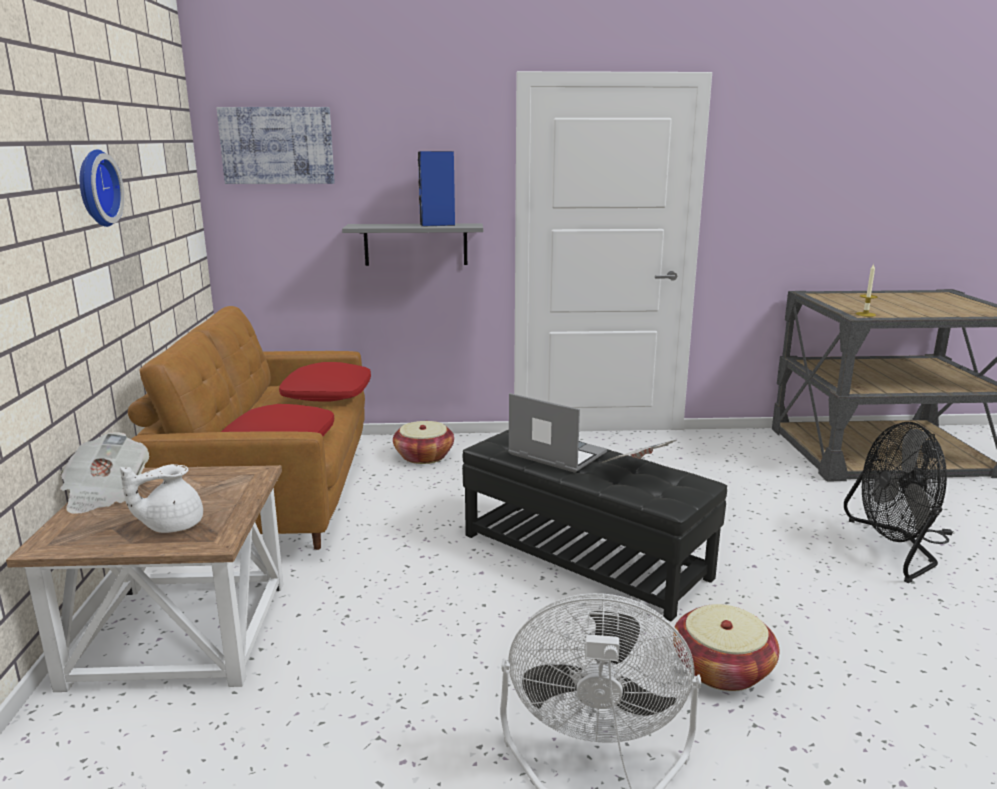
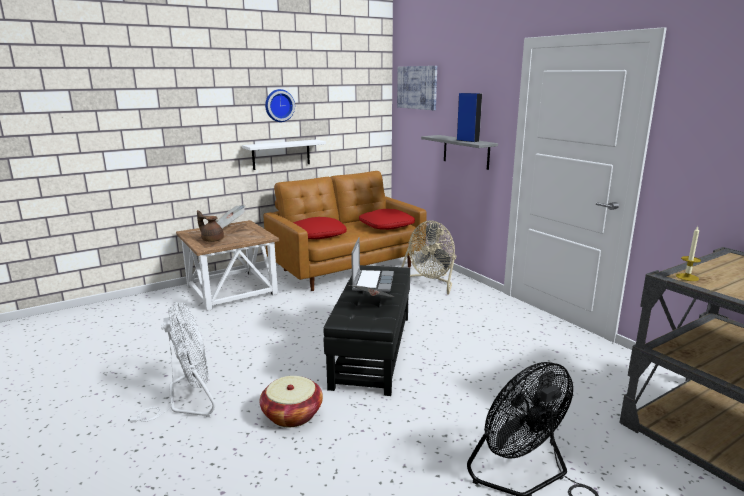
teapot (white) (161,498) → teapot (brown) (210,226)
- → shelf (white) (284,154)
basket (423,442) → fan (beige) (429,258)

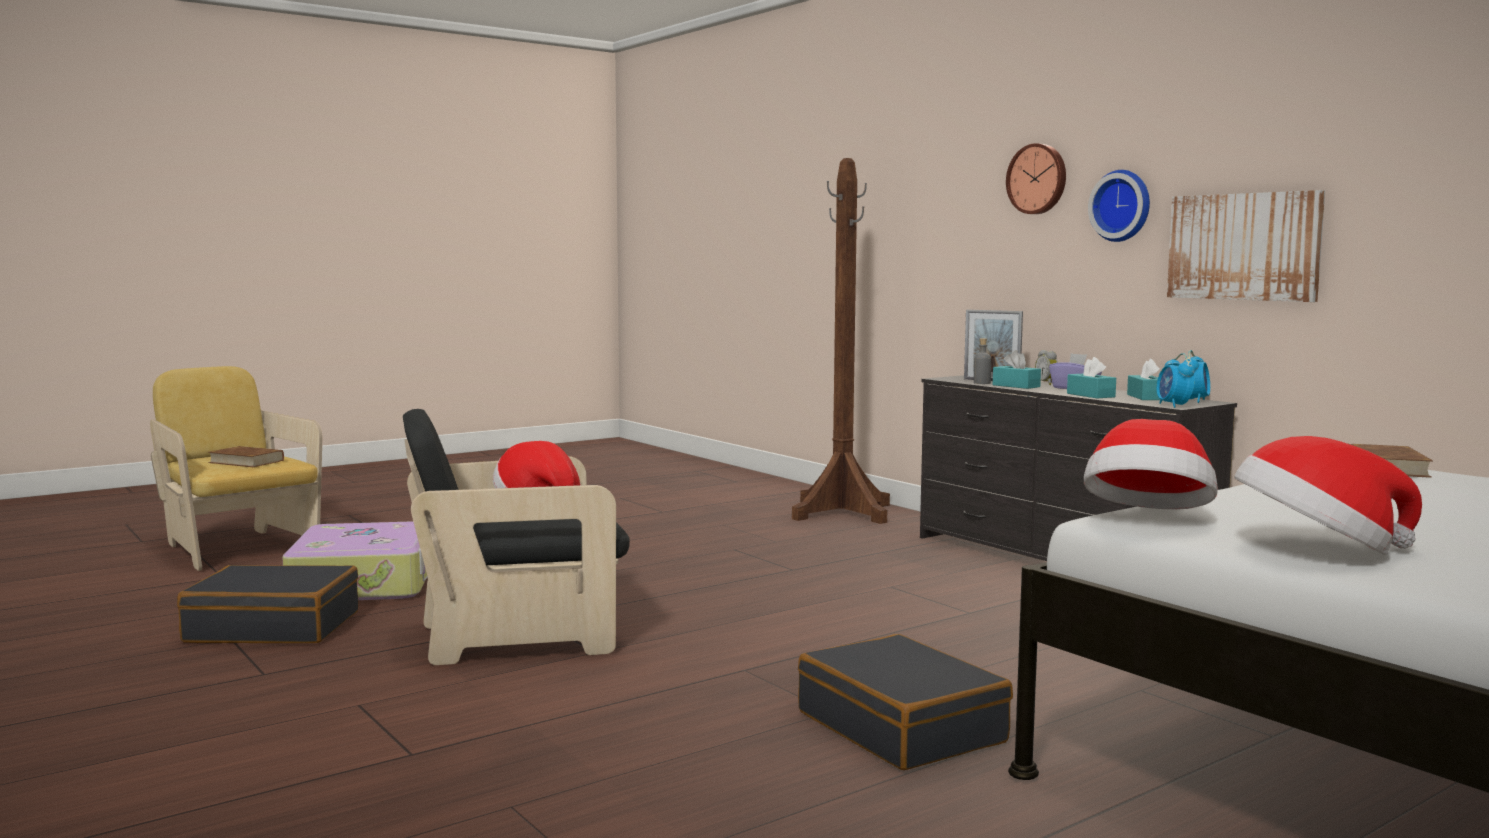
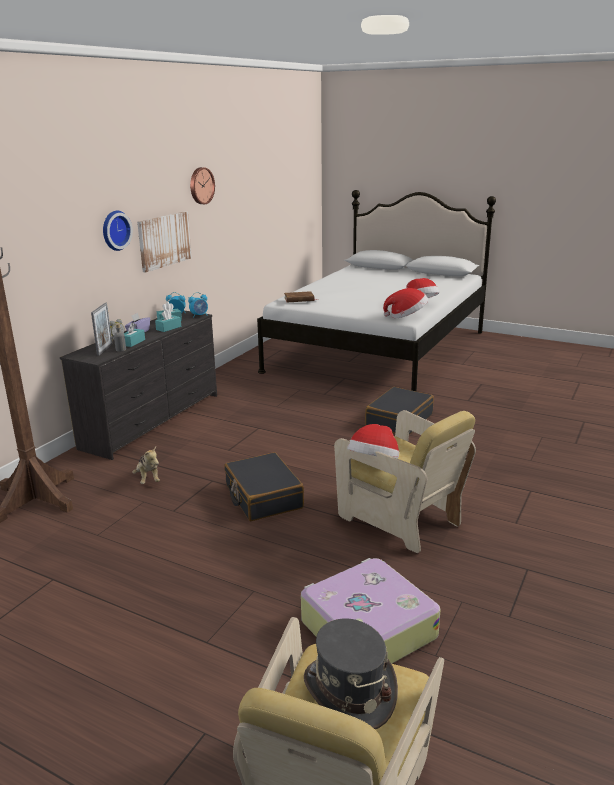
- → plush toy (146,465)
wall clock (1036,178) → wall clock (202,185), shifted
suitcase (black) (267,604) → suitcase (black) (264,486), shifted
book (brown) (246,456) → hat (grey) (351,673)
armchair (black) (516,537) → armchair (yellow) (405,481)

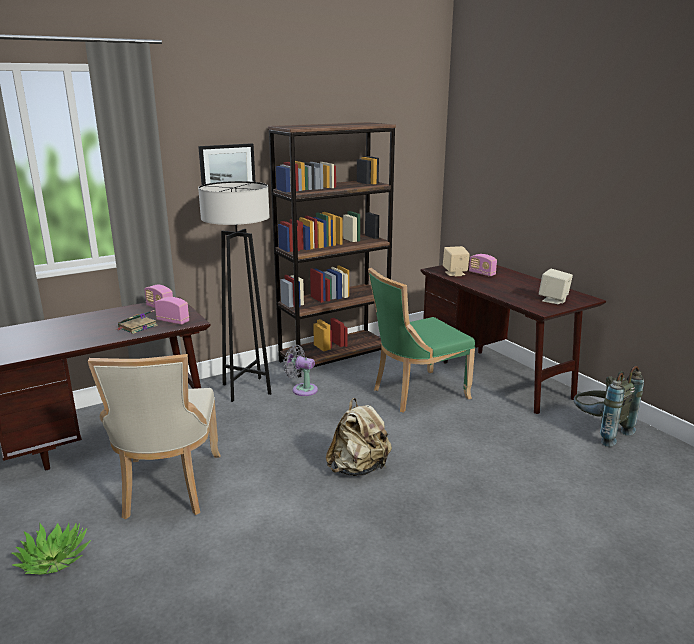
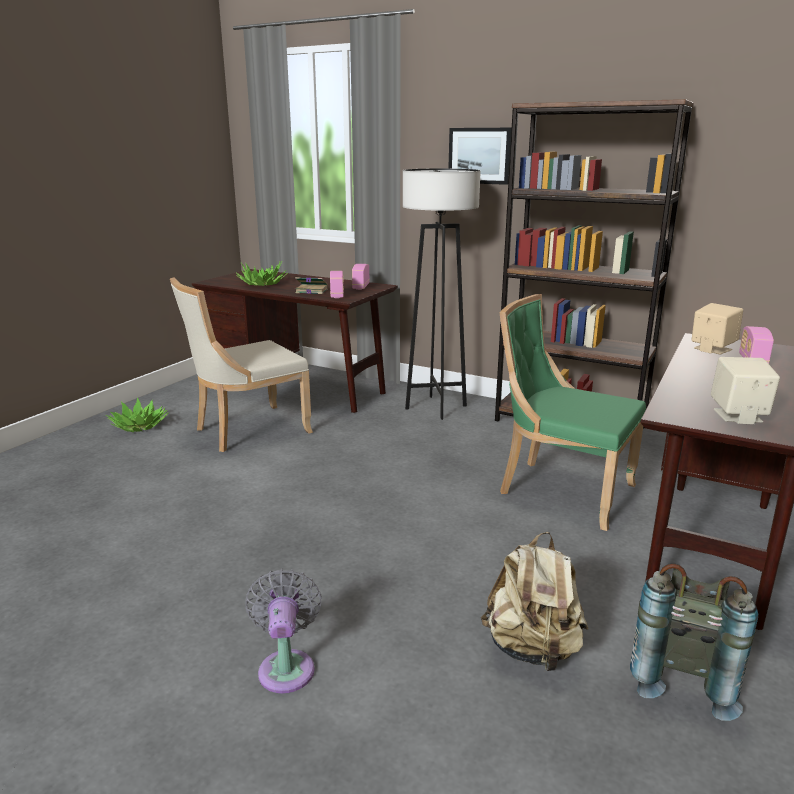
- → potted plant (262,274)
fan (grey) (301,370) → fan (grey) (283,631), shifted
backpack (beige) (359,437) → backpack (beige) (534,602), shifted

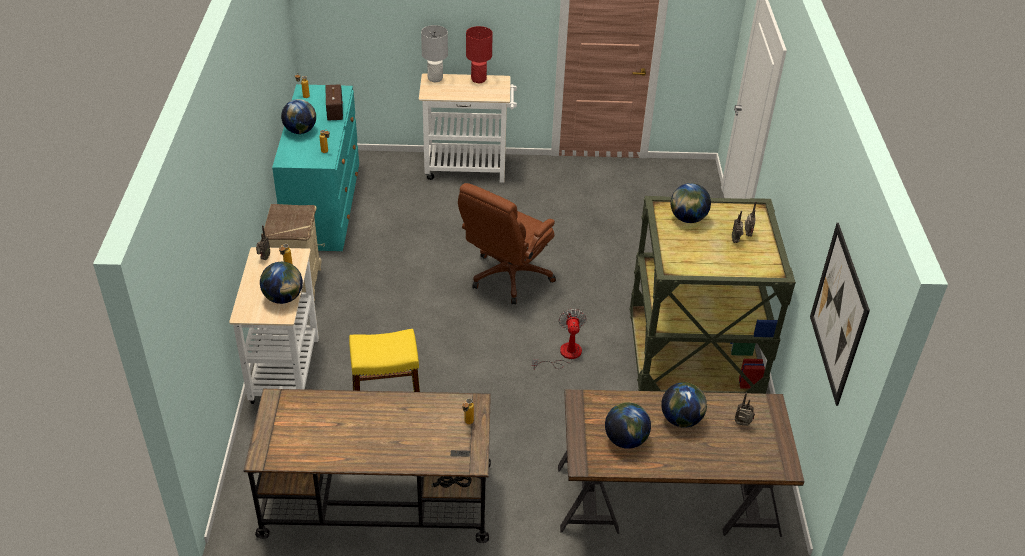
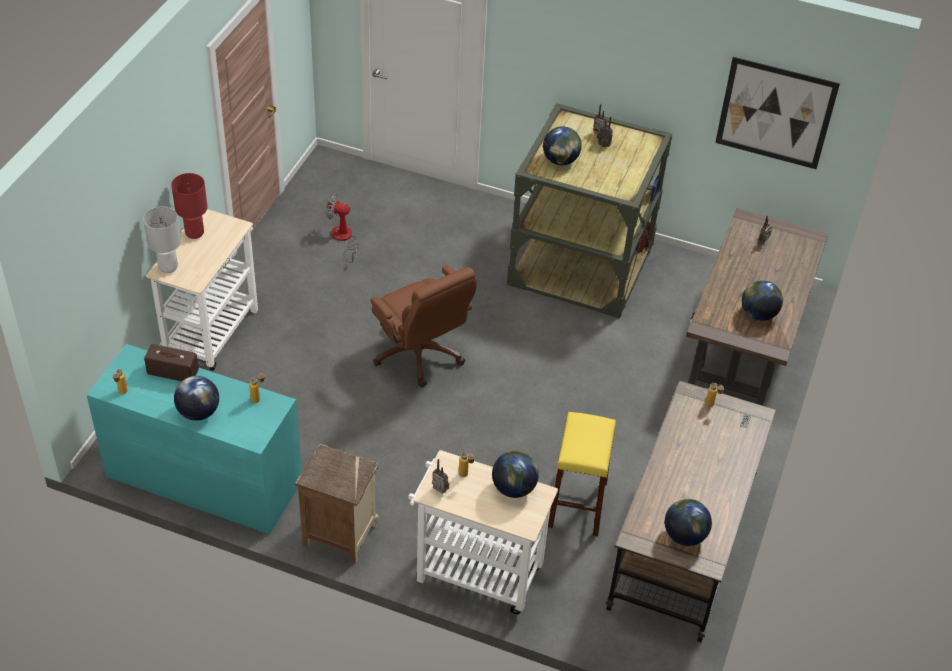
fan (559,339) → fan (342,228), shifted
globe (684,405) → globe (688,522), shifted

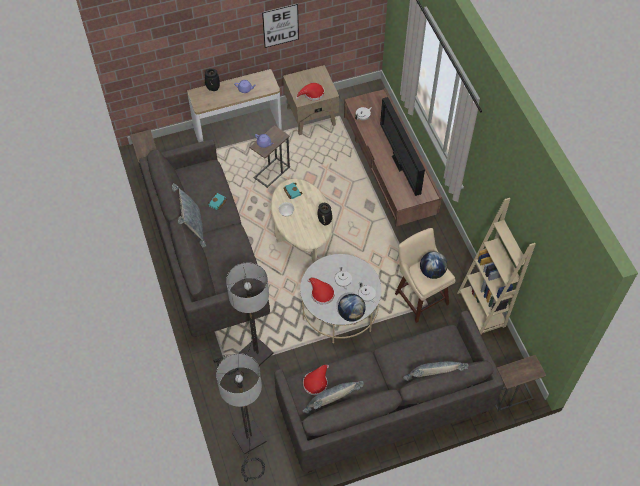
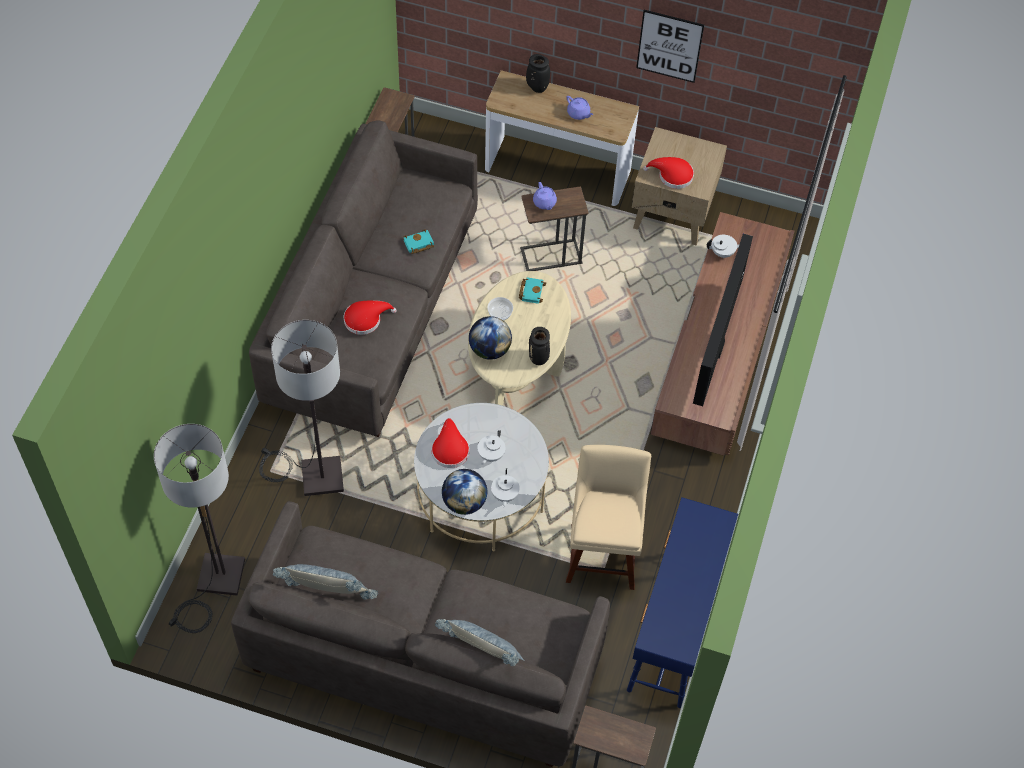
hat (red) (316,380) → hat (red) (370,317), shifted
globe (434,265) → globe (490,338), shifted
bookcase (beige) (496,266) → console table (blue) (682,602)
pillow (189,215) → -

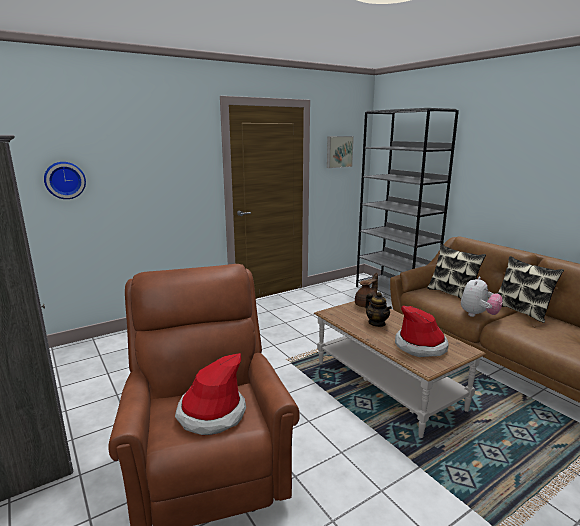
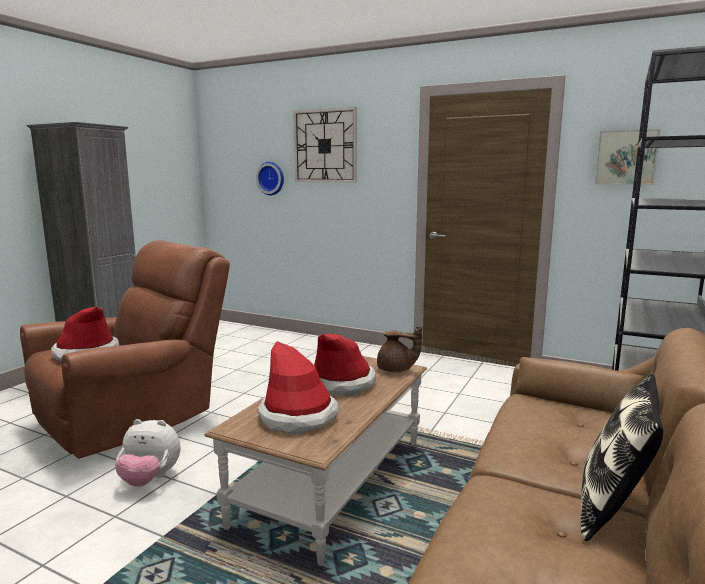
plush toy (482,297) → plush toy (147,453), shifted
- → wall clock (325,145)
teapot (378,309) → hat (345,365)
pillow (456,271) → -

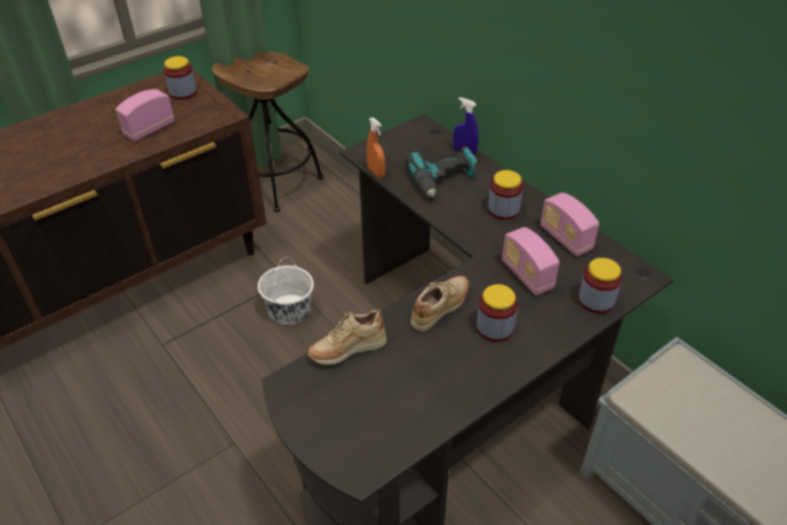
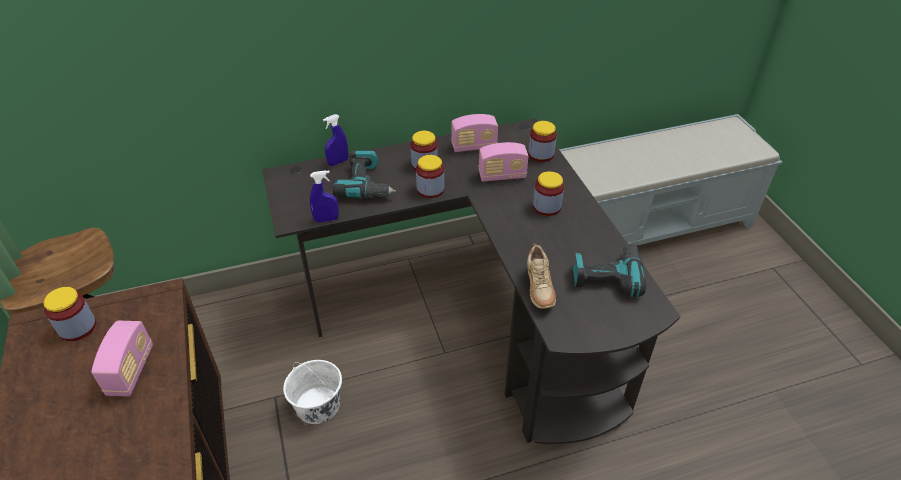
radio (145,115) → radio (122,358), 150 degrees counterclockwise
spray bottle (orange) (376,147) → spray bottle (blue) (324,196)
- → jar (430,176)
- → power drill (609,270)
shoe (beige) (439,304) → -

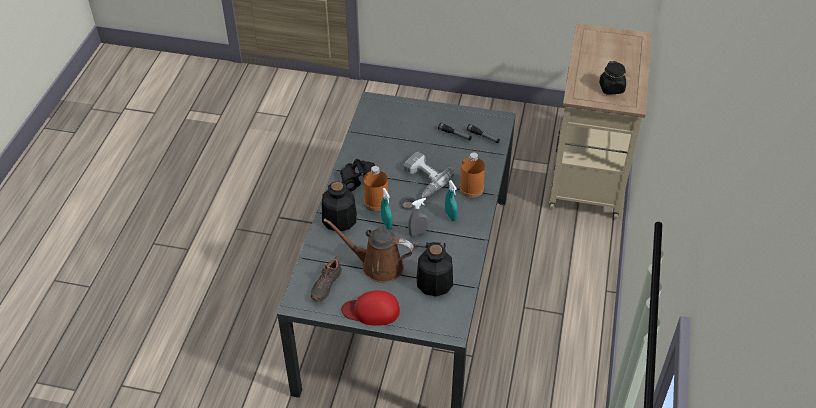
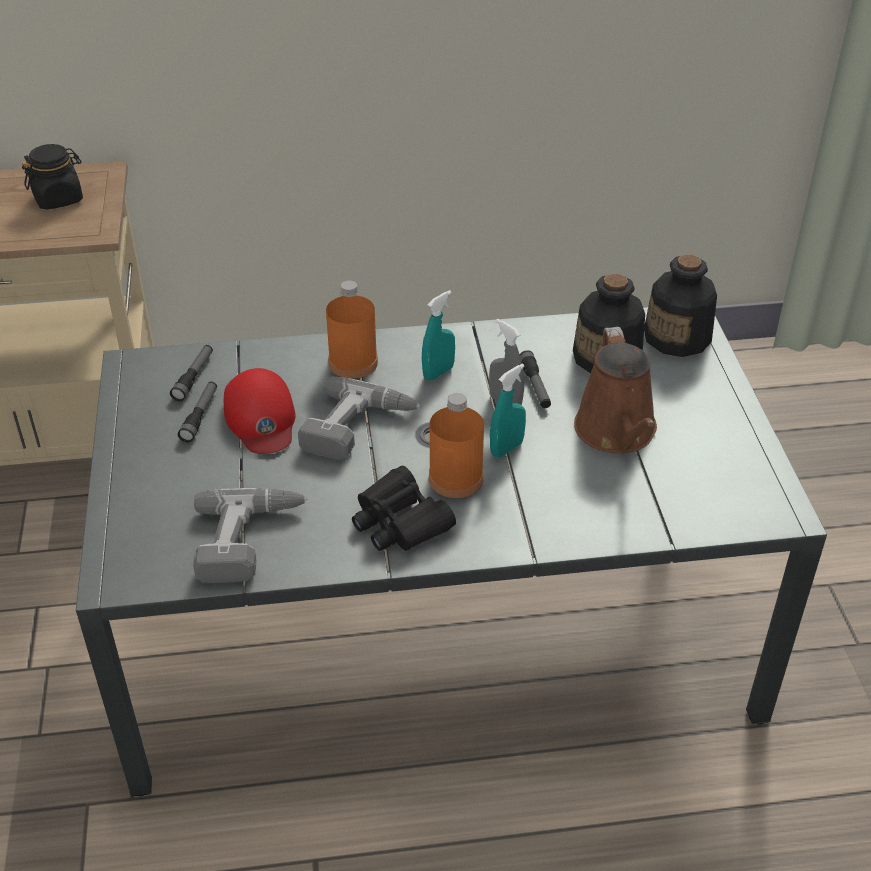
- → power drill (250,535)
cap (red) (370,308) → cap (red) (260,411), shifted
bottle (339,206) → bottle (680,305), shifted
shoe (black) (326,278) → -

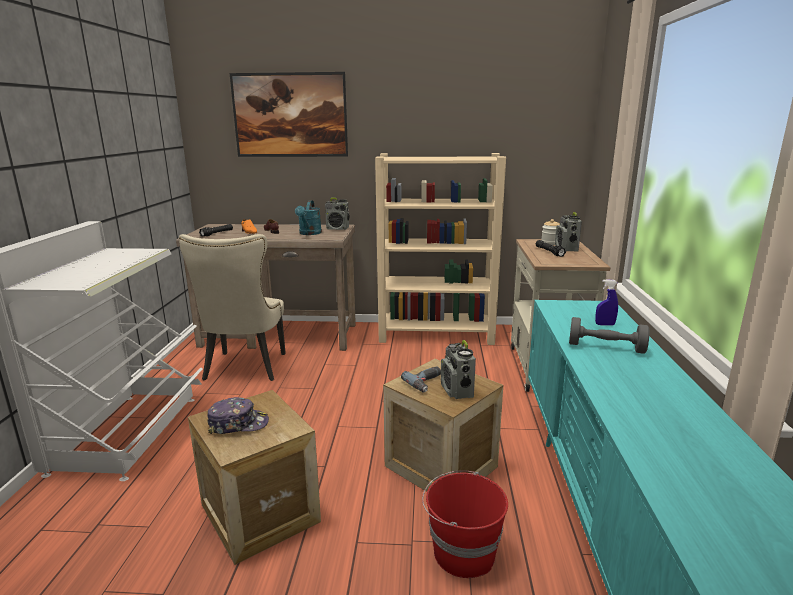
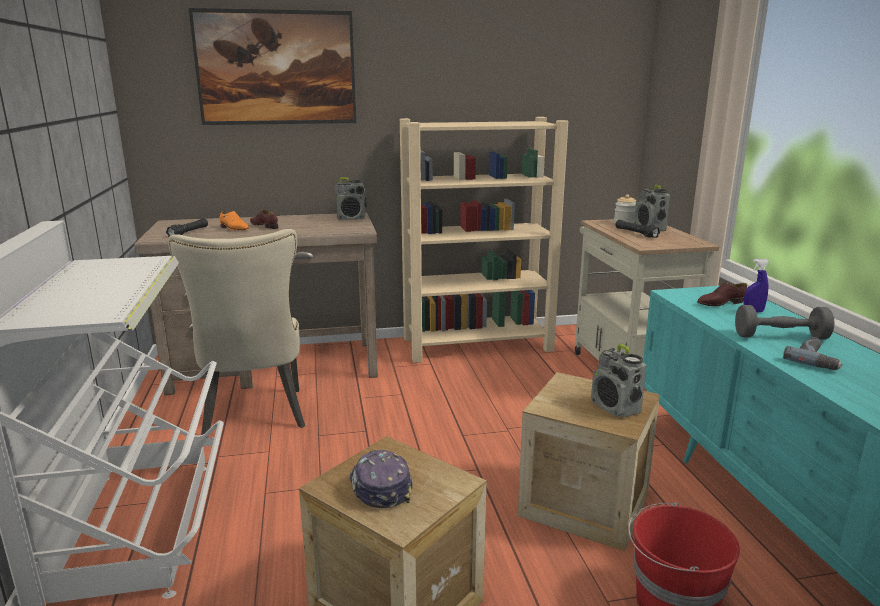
cap (238,415) → cap (381,479), 90 degrees counterclockwise
- → shoe (brown) (722,294)
power drill (421,379) → power drill (813,353), shifted
watering can (turquoise) (308,217) → -

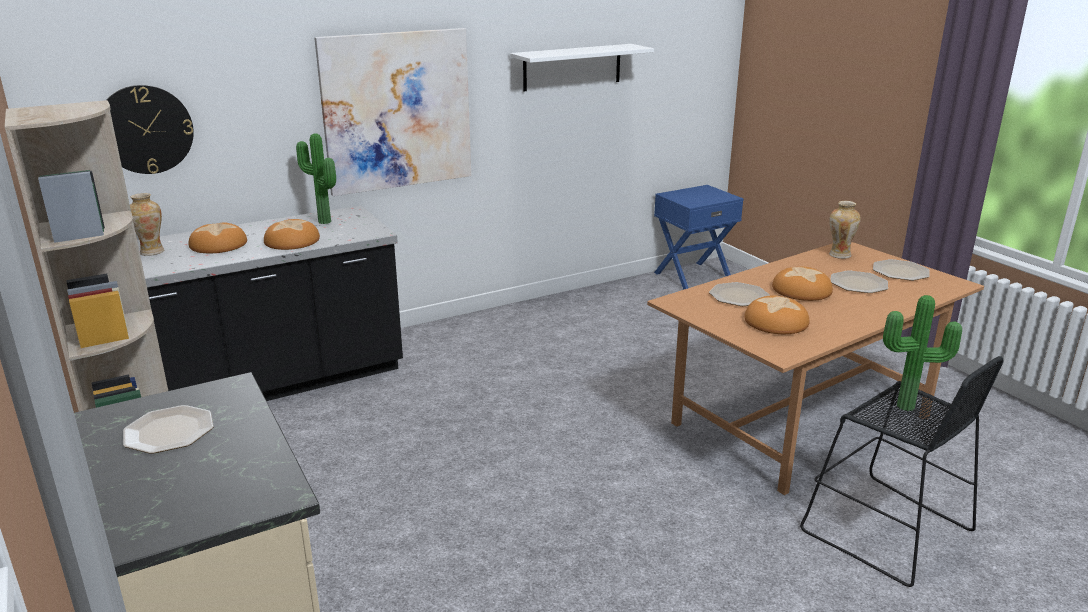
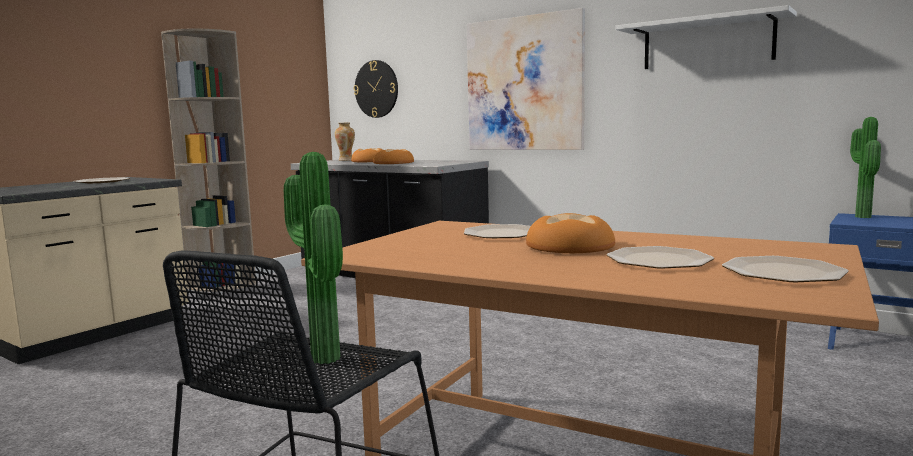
potted plant (316,178) → potted plant (865,167), shifted
bread (776,314) → -
vase (845,230) → -

